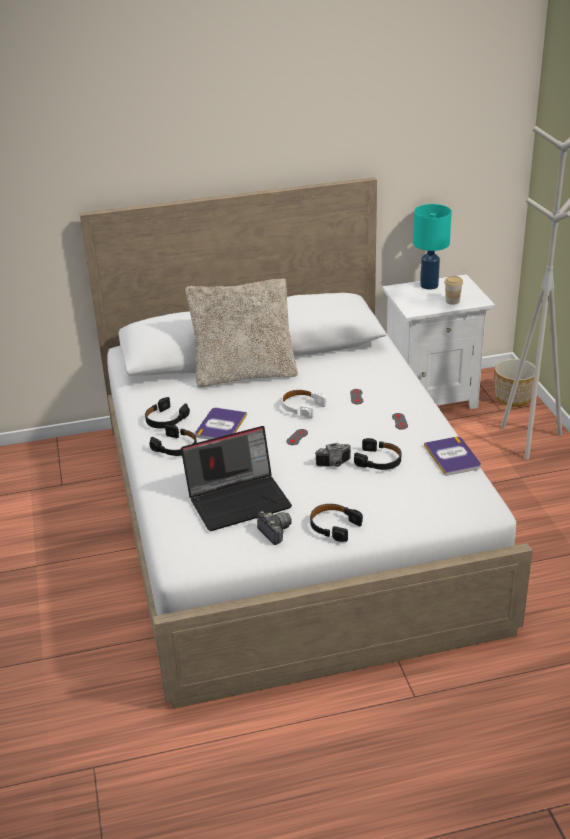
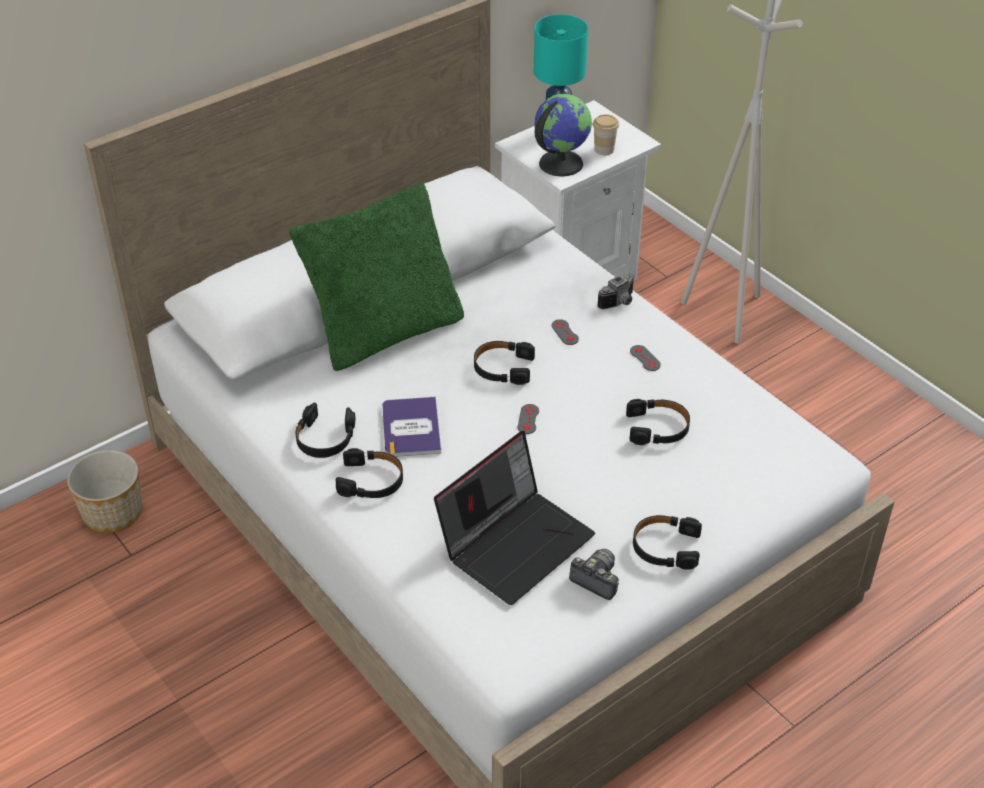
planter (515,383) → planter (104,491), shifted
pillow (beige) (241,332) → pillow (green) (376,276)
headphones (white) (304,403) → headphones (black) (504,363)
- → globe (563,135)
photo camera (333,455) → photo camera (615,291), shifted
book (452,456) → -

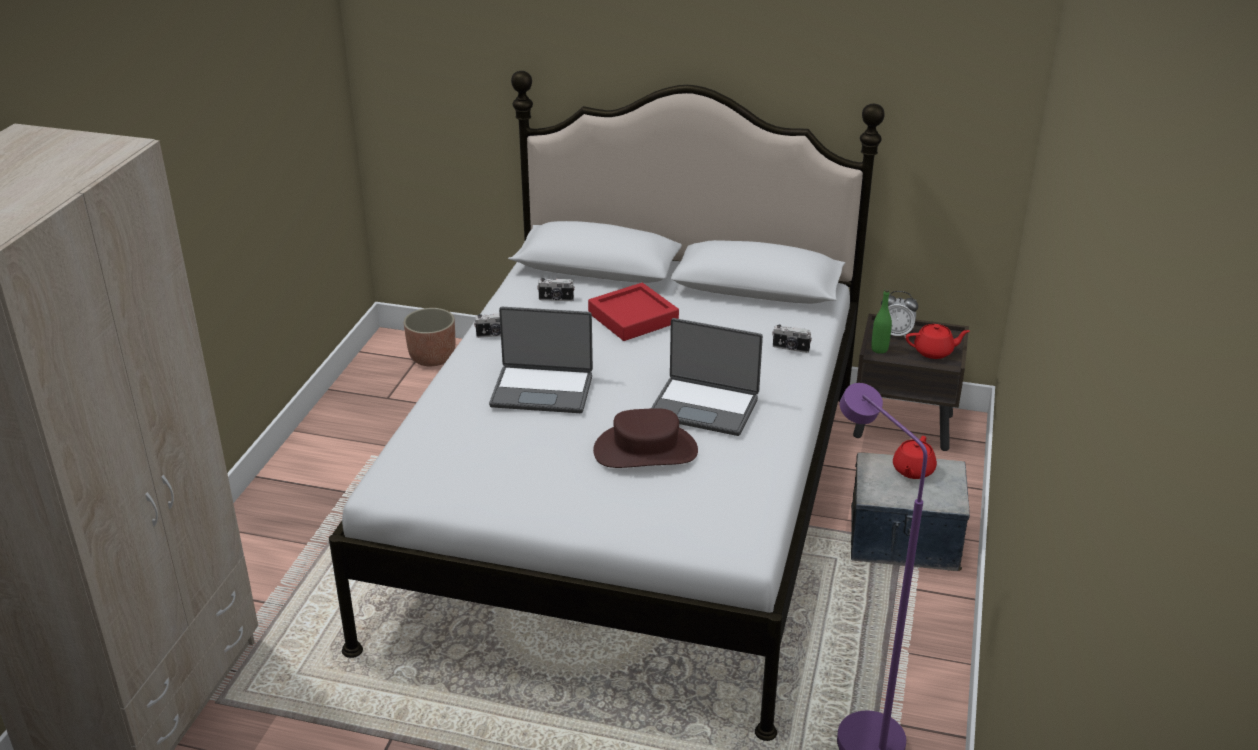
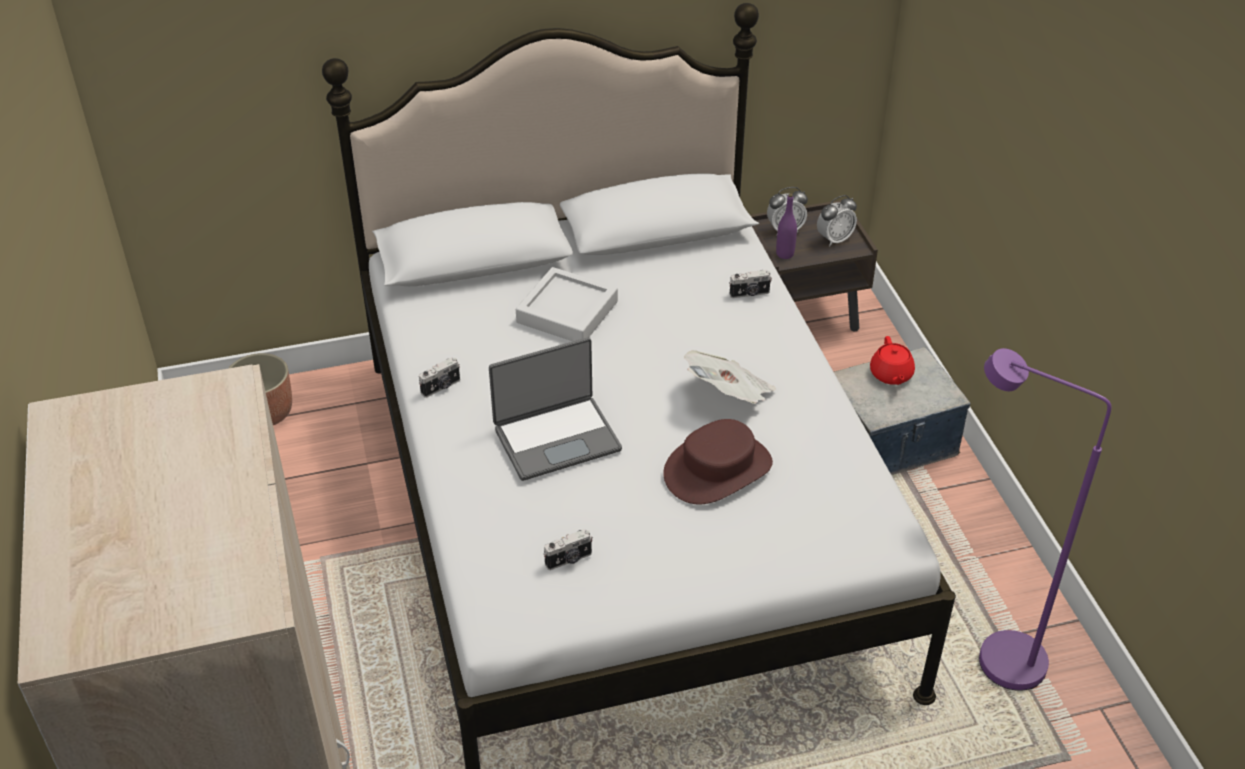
tray (red) (633,312) → tray (grey) (567,304)
photo camera (556,289) → photo camera (568,549), shifted
laptop (707,377) → newspaper (730,377)
bottle (green) (881,321) → bottle (purple) (786,226)
teapot (red) (938,341) → alarm clock (837,220)

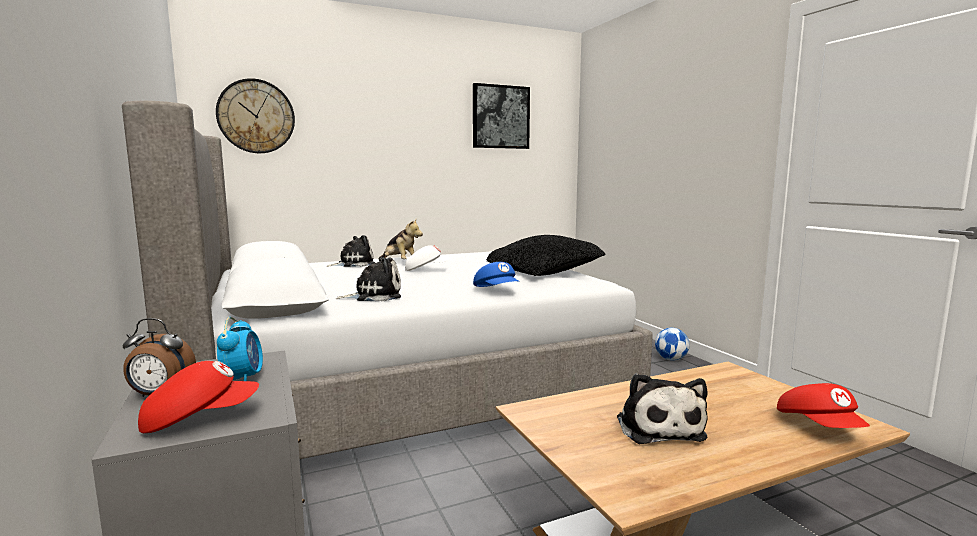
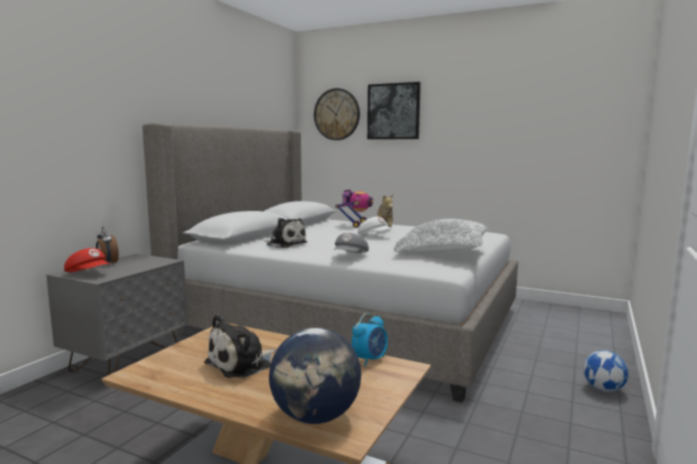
cap (red) (823,405) → globe (315,376)
cap (blue) (496,274) → cap (grey) (351,243)
plush toy (350,251) → toy robot (354,209)
alarm clock (240,349) → alarm clock (370,339), shifted
picture (501,116) → picture (394,110), shifted
pillow (black) (545,255) → pillow (white) (441,237)

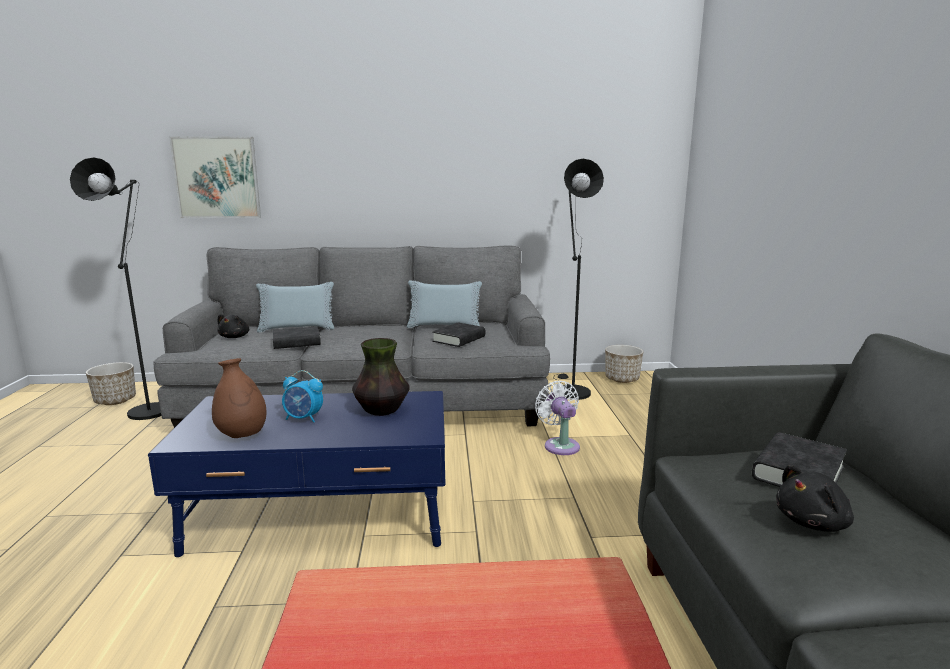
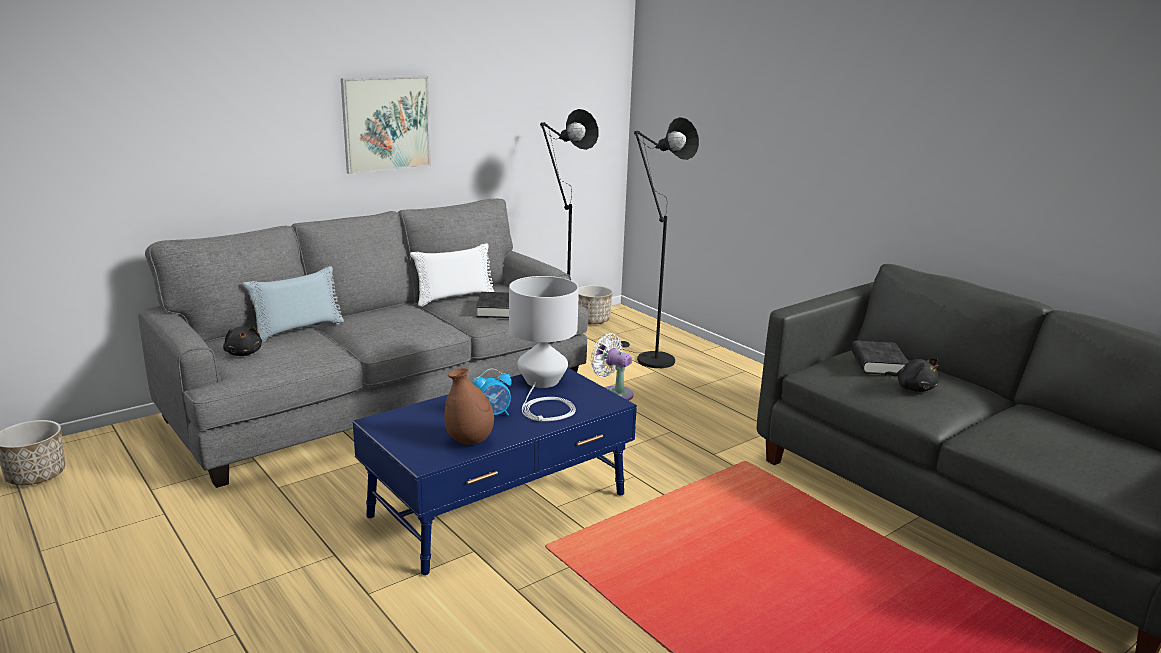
picture (215,177) → picture (386,125), shifted
pillow (blue) (444,304) → pillow (white) (452,274)
vase (381,377) → table lamp (white) (544,349)
floor lamp (black) (115,288) → floor lamp (black) (656,242), shifted
plush toy (black) (815,498) → plush toy (black) (911,375), 75 degrees counterclockwise
book (black) (297,337) → -

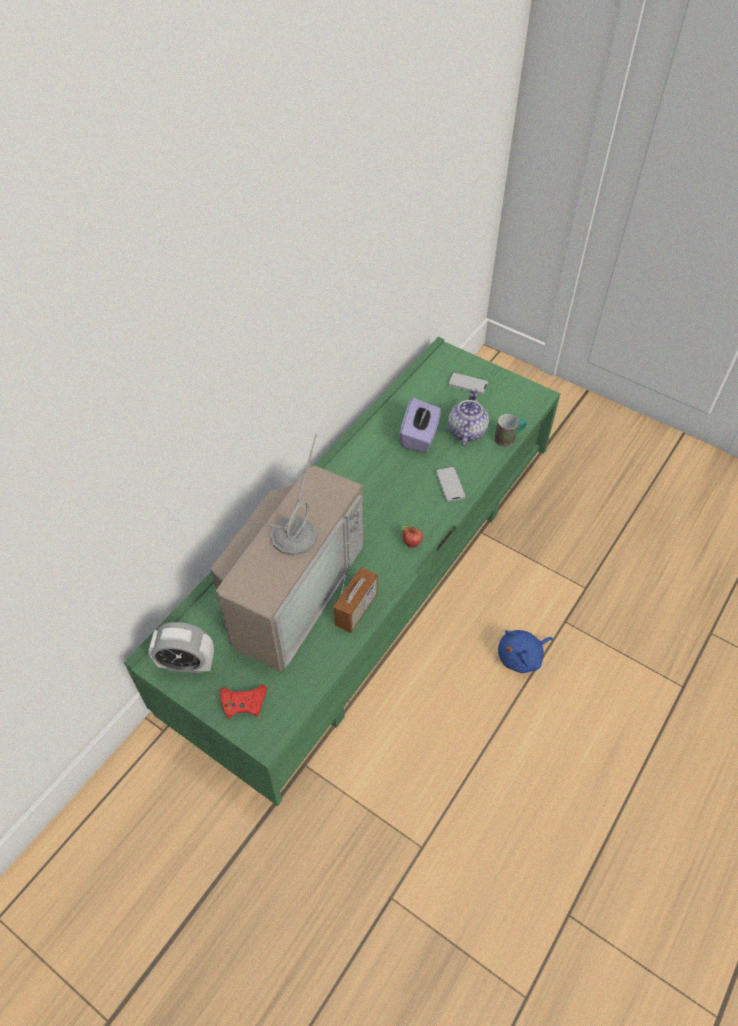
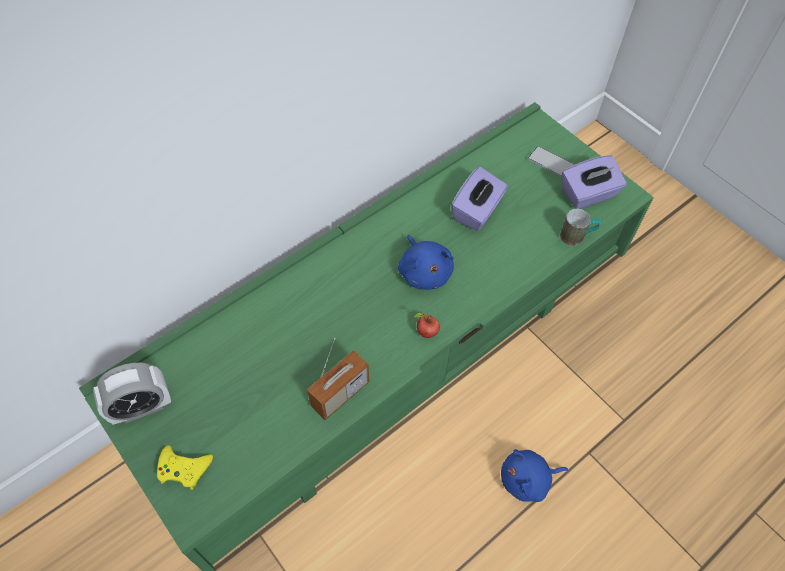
alarm clock (181,647) → alarm clock (132,394), 45 degrees counterclockwise
game controller (red) (243,702) → game controller (yellow) (185,467)
- → plush toy (blue) (426,262)
- → tissue box (purple) (594,182)
television (286,553) → -
phone (451,484) → -
teapot (468,417) → -

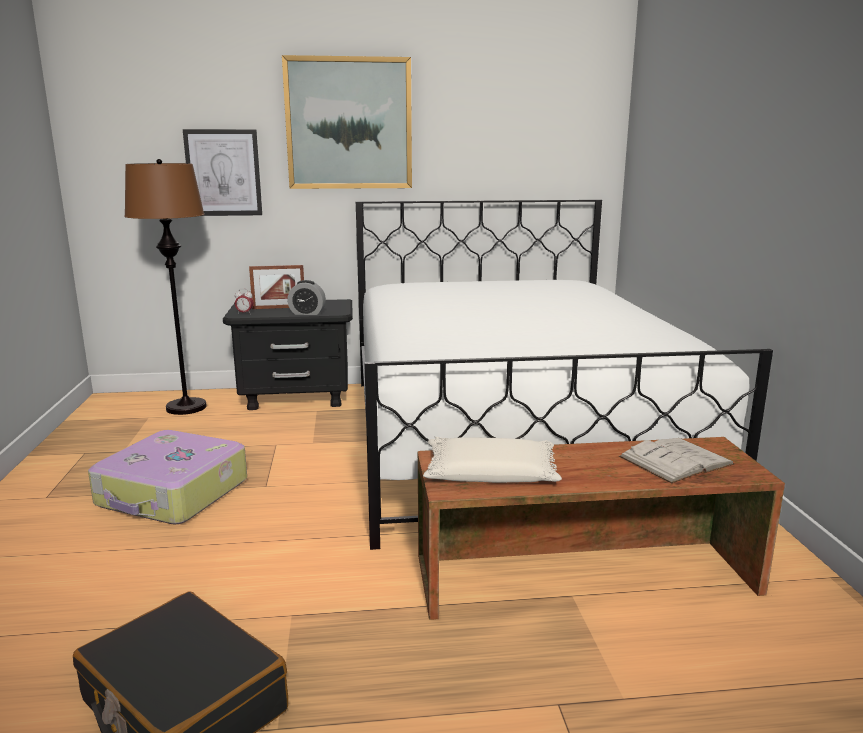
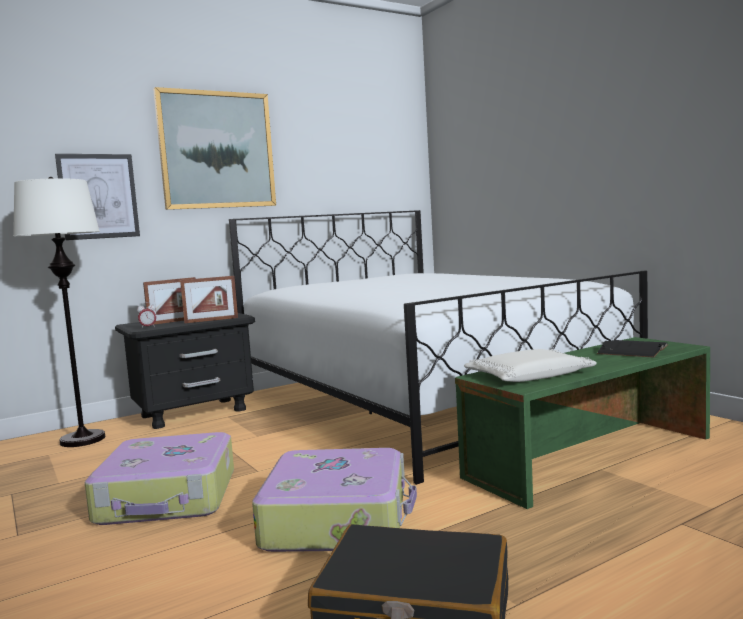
floor lamp (brown) (165,287) → floor lamp (white) (59,312)
alarm clock (306,297) → picture frame (209,299)
- → suitcase (334,500)
bench (brown) (601,528) → bench (green) (582,423)
book (white) (677,461) → book (black) (632,349)

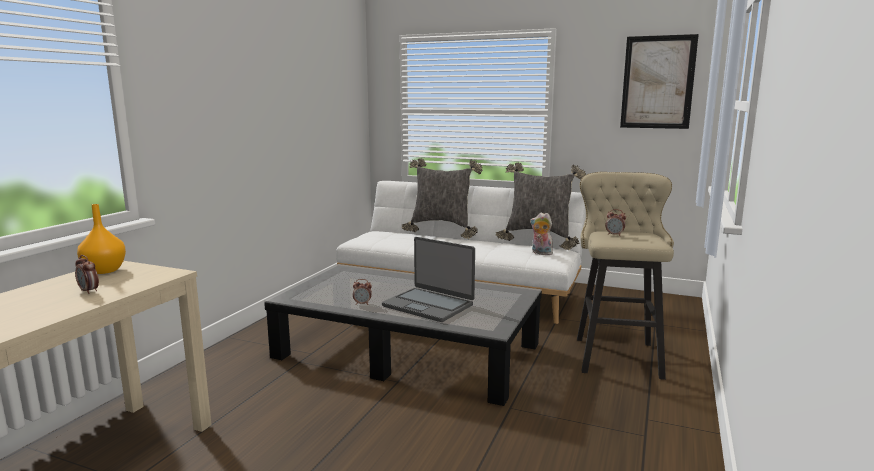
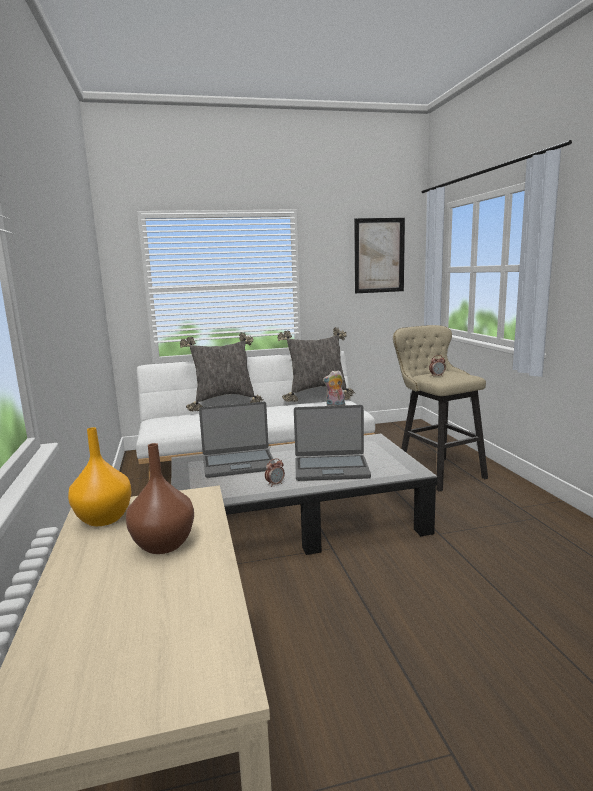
alarm clock (87,274) → vase (brown) (160,498)
- → laptop (237,440)

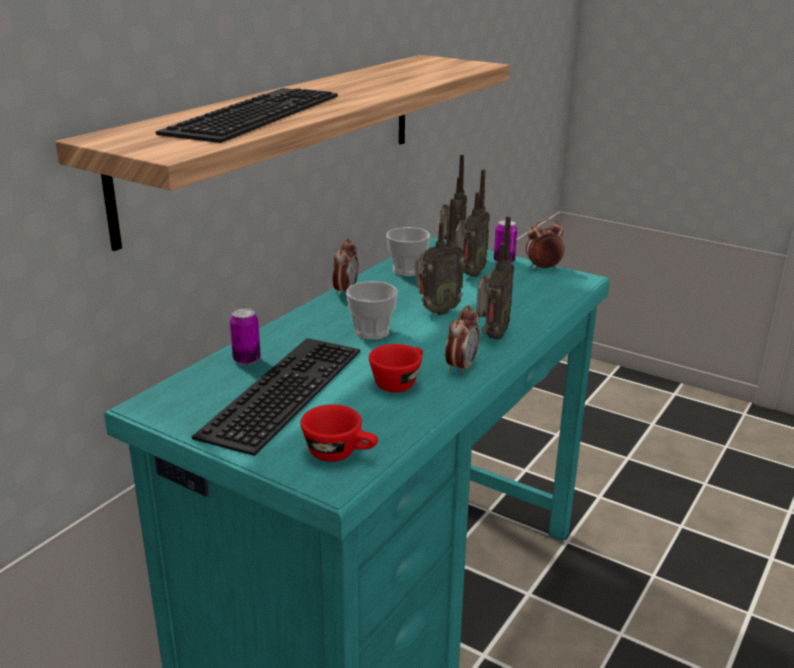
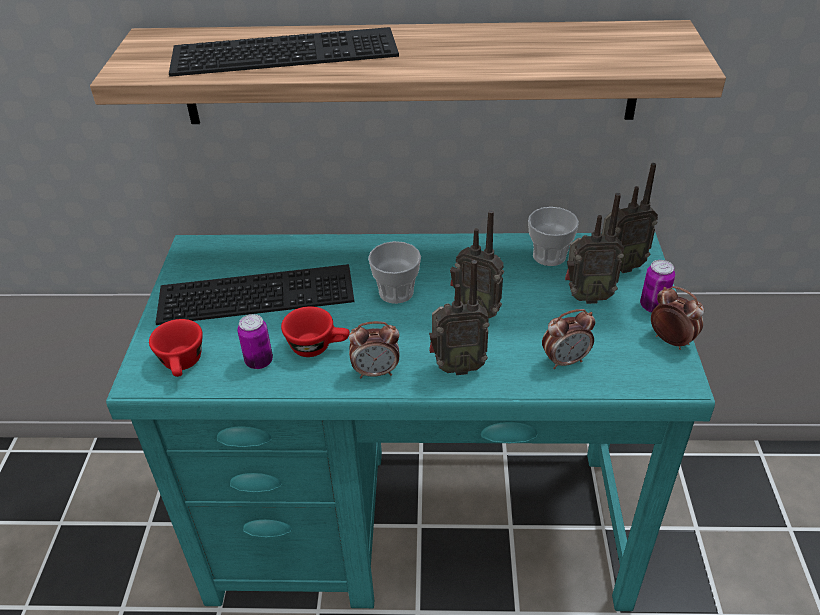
can (245,336) → can (255,341), shifted
alarm clock (345,267) → alarm clock (568,339), shifted

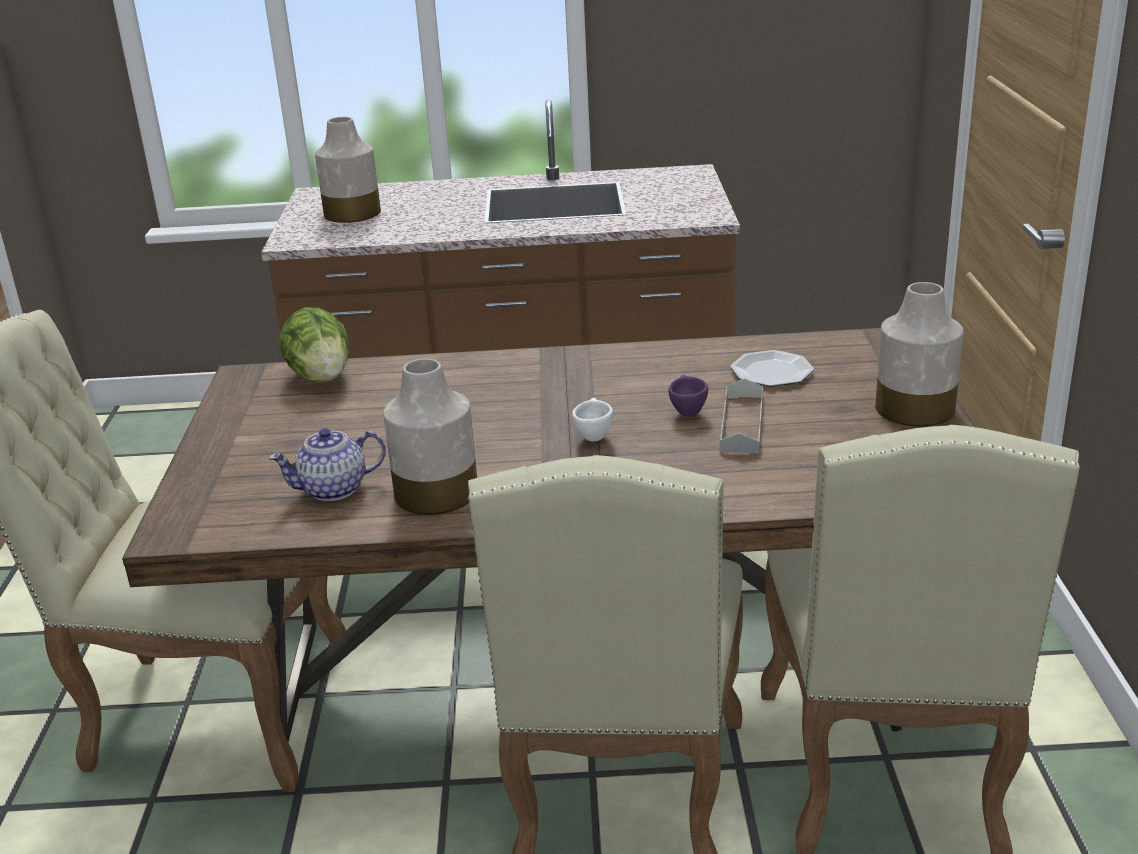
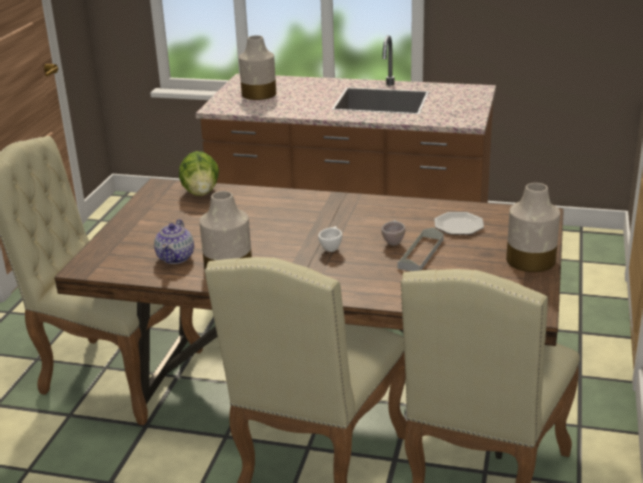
teapot (327,464) → teapot (174,241), 75 degrees counterclockwise
cup (purple) (688,396) → cup (beige) (393,233)

